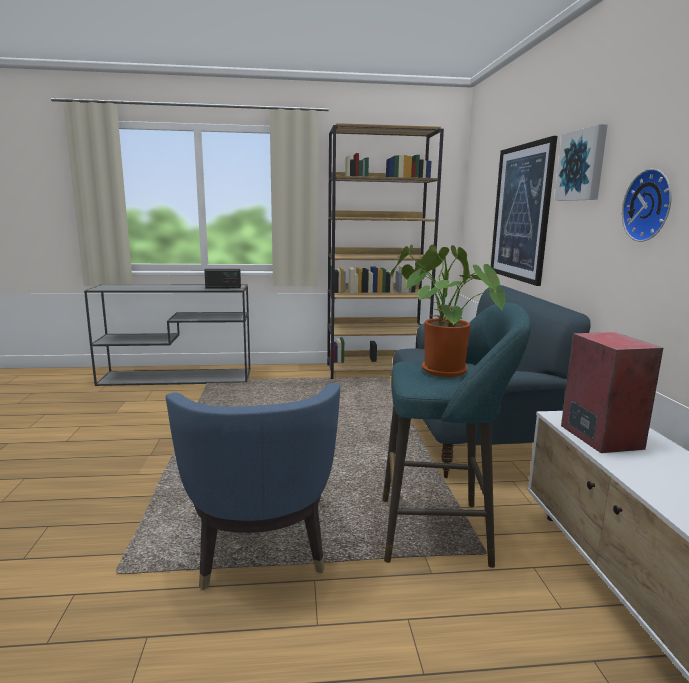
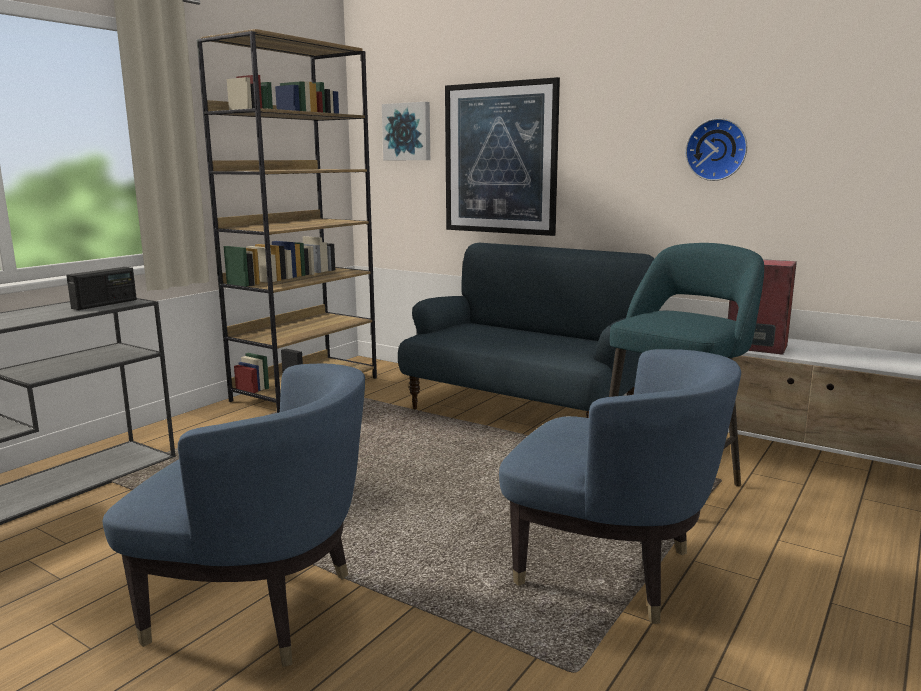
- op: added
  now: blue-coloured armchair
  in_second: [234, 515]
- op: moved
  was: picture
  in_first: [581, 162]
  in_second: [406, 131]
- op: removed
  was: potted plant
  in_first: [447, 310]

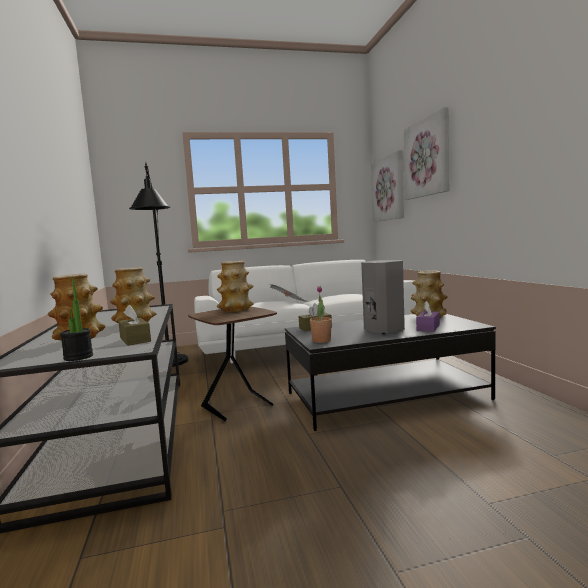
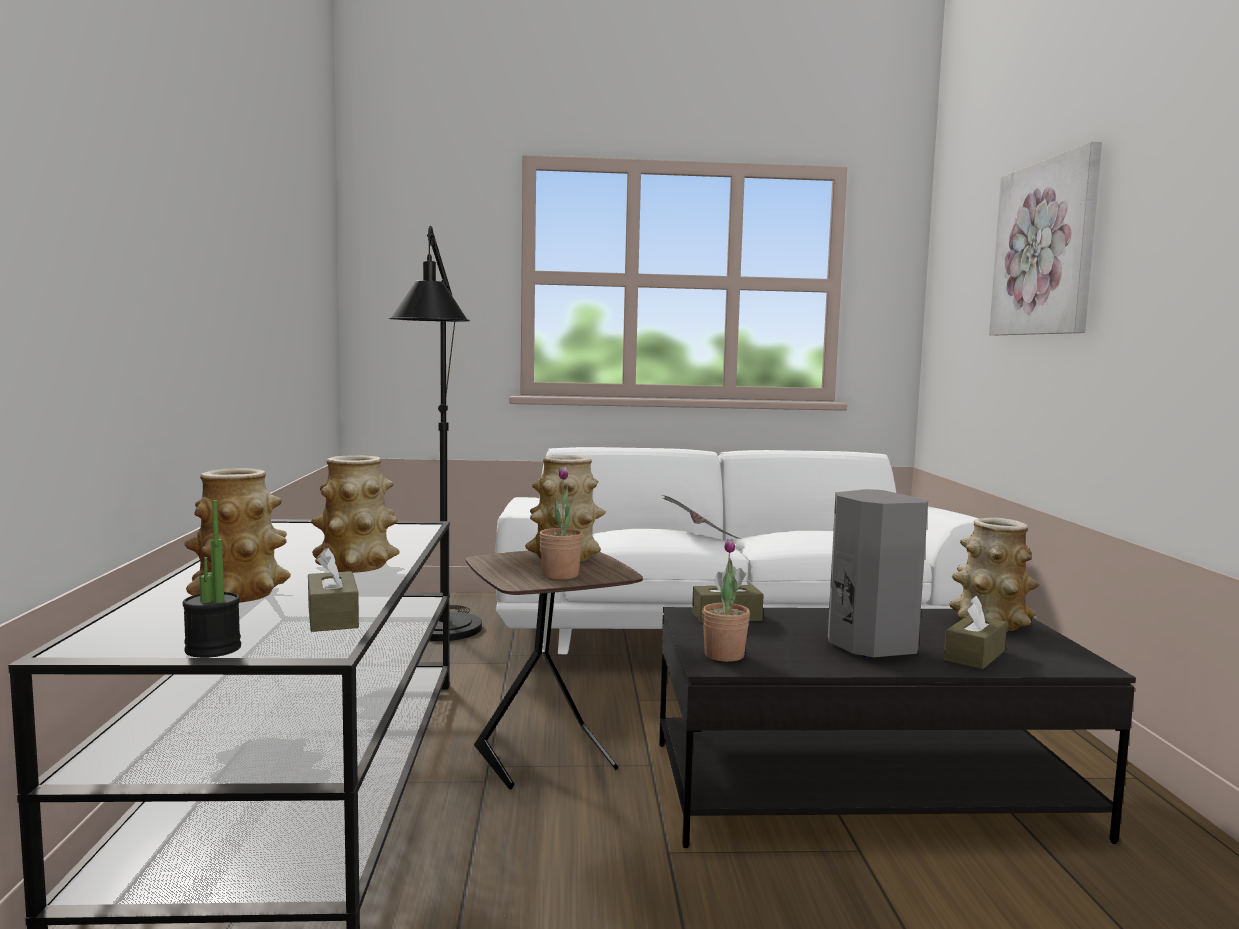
- op: added
  now: potted plant
  in_second: [561, 522]
- op: recoloured
  was: purple box of tissues
  now: brownish box of tissues
  in_first: [428, 316]
  in_second: [975, 632]
- op: removed
  was: picture
  in_first: [387, 186]

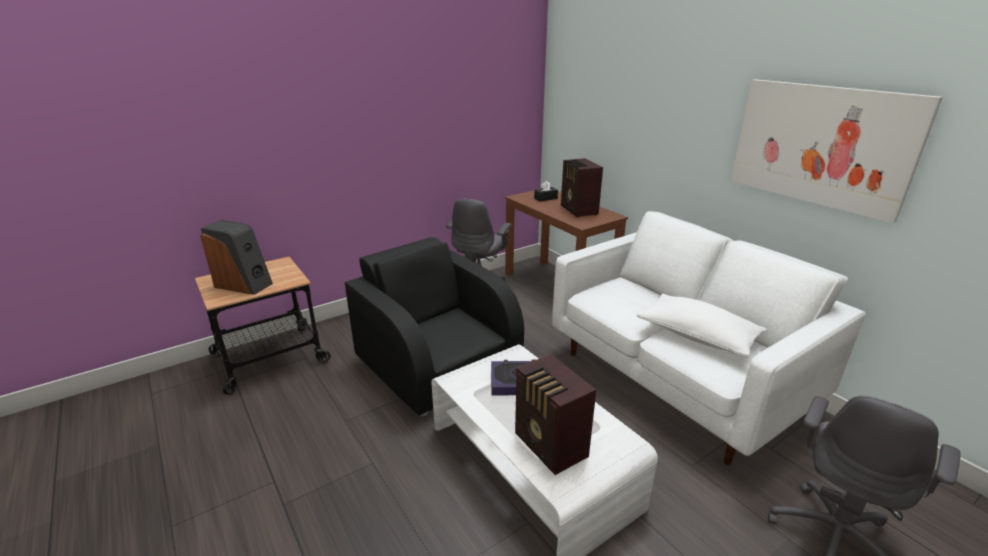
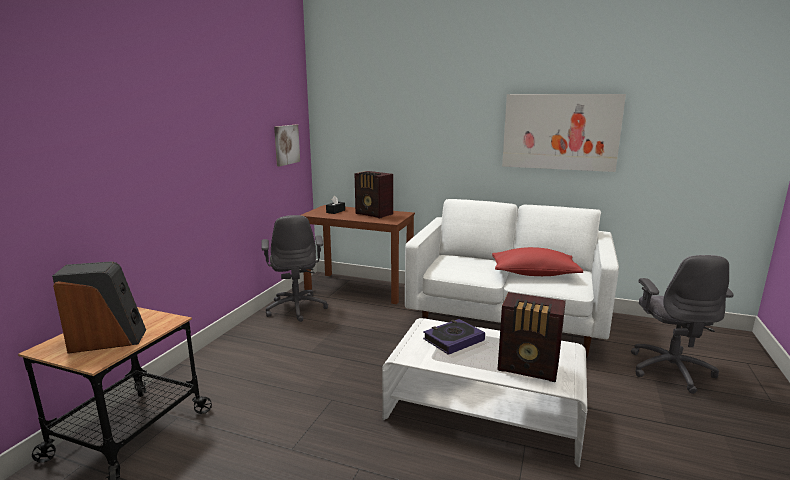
- op: added
  now: picture
  in_second: [287, 145]
- op: recoloured
  was: white-coloured throw pillow
  now: red-coloured throw pillow
  in_first: [702, 326]
  in_second: [537, 261]
- op: removed
  was: black-coloured armchair
  in_first: [434, 326]

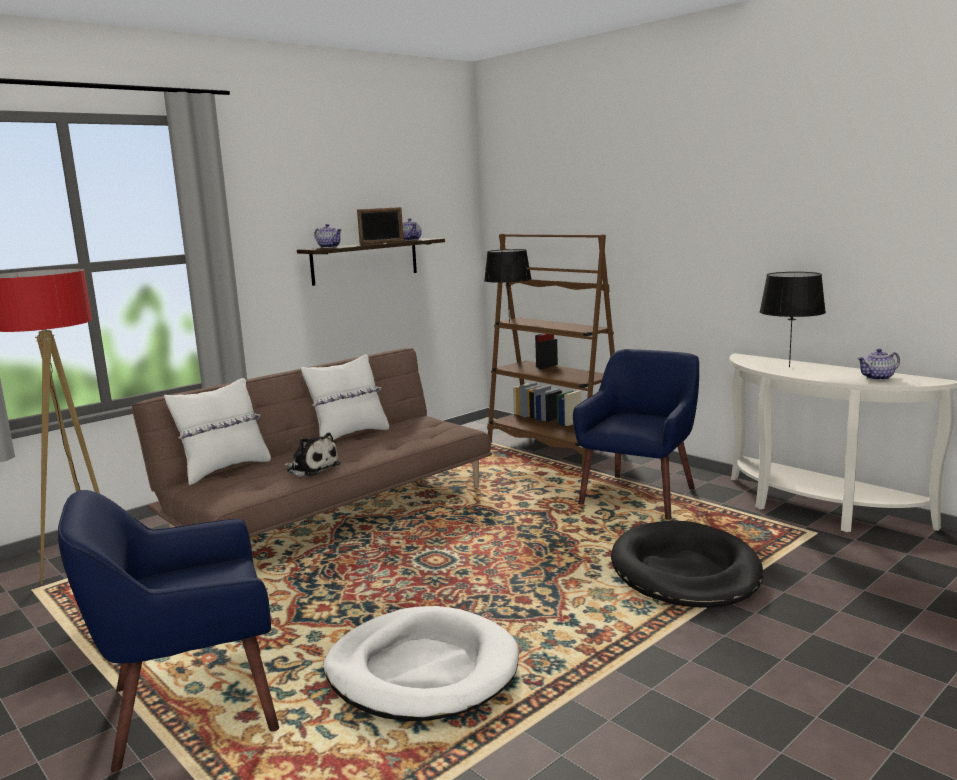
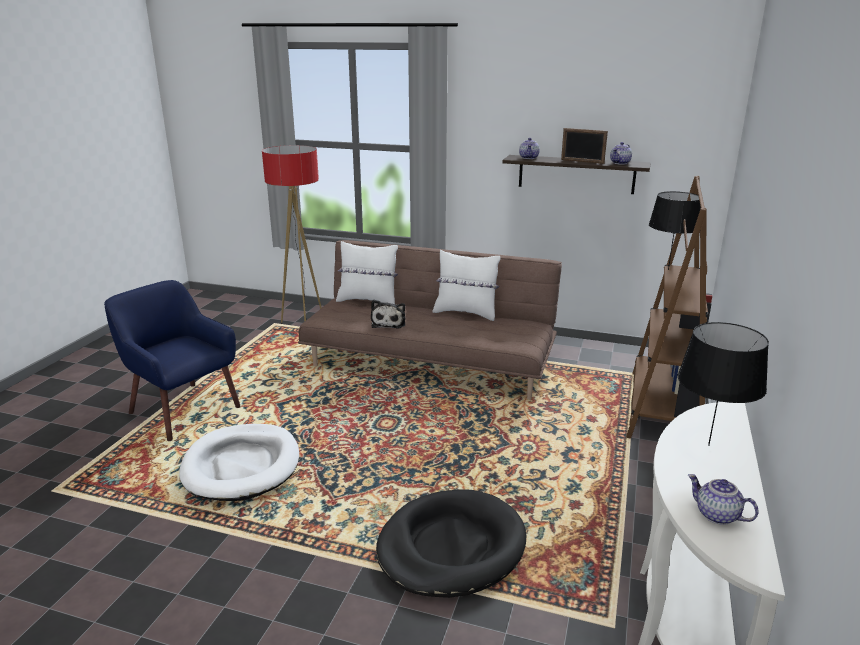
- op: removed
  was: blue-coloured armchair
  in_first: [636, 434]

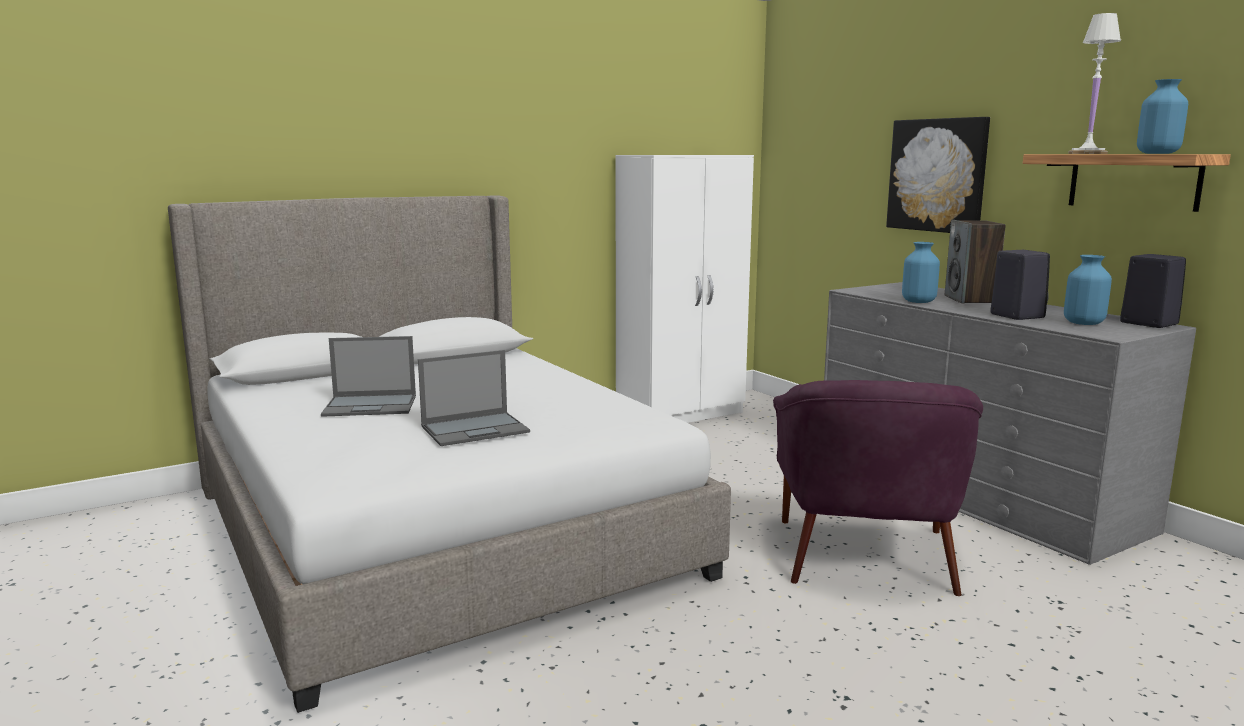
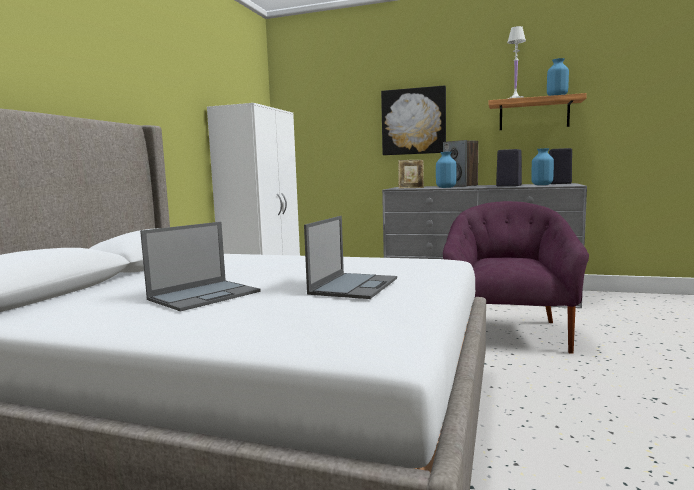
- op: added
  now: standing frame
  in_second: [411, 174]
- op: turned
  was: purple armchair
  in_first: [878, 488]
  in_second: [516, 277]
  clockwise: -135

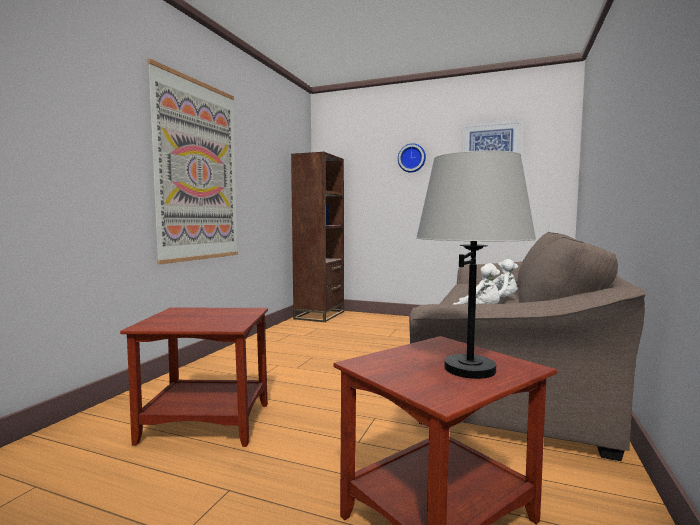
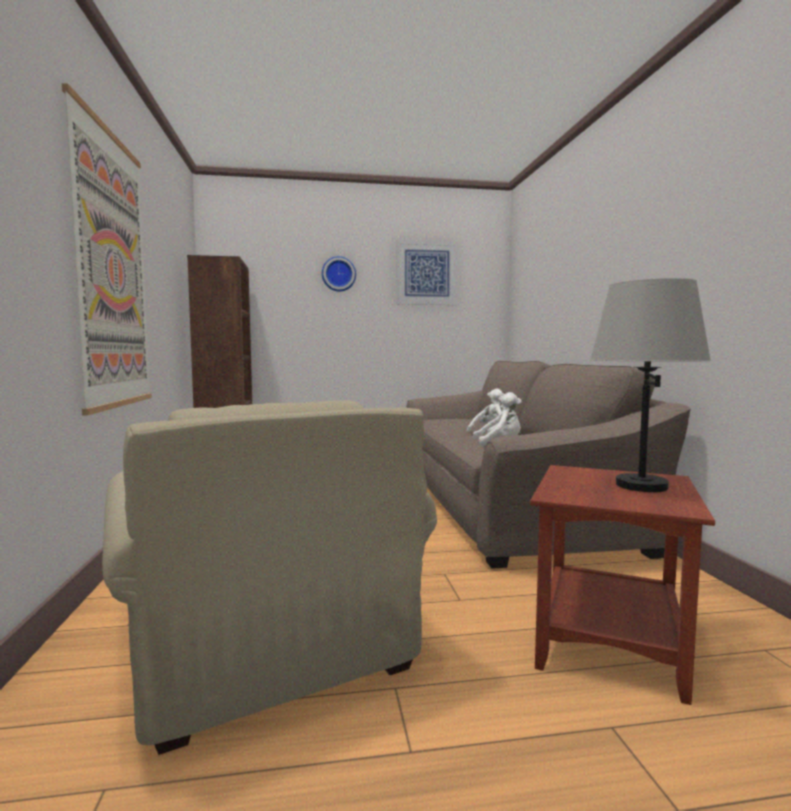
- op: replaced
  was: brownish accent table
  now: beige-coloured armchair
  in_first: [194, 377]
  in_second: [269, 577]

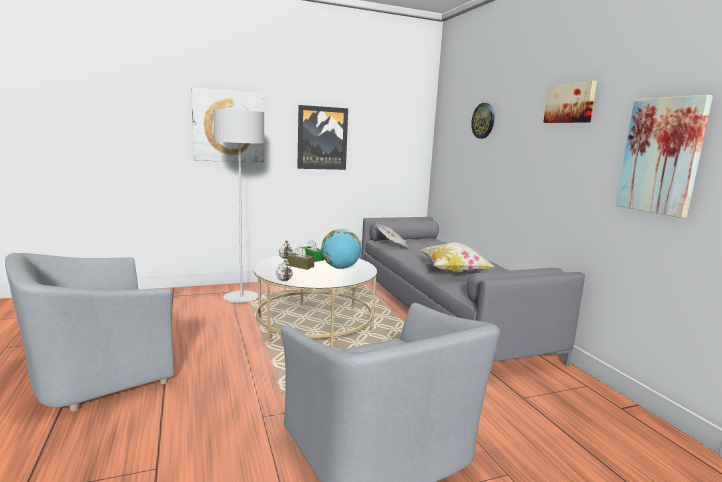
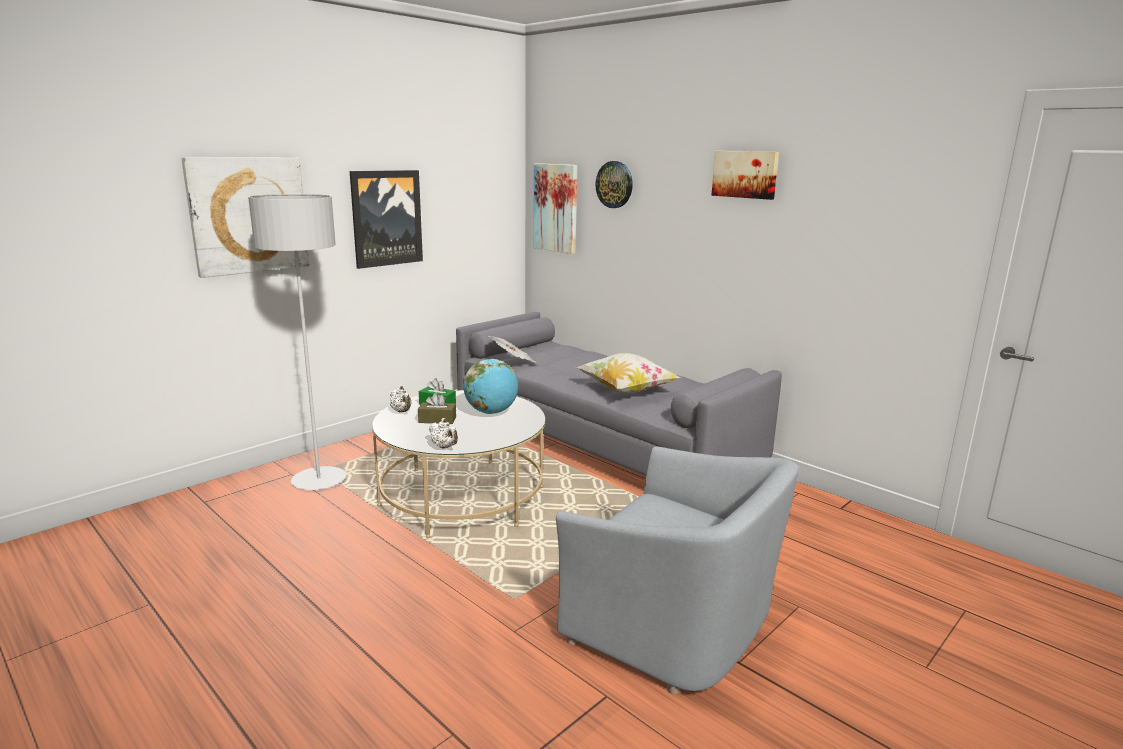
- op: moved
  was: picture
  in_first: [664, 156]
  in_second: [555, 208]
- op: removed
  was: greyish armchair
  in_first: [89, 332]

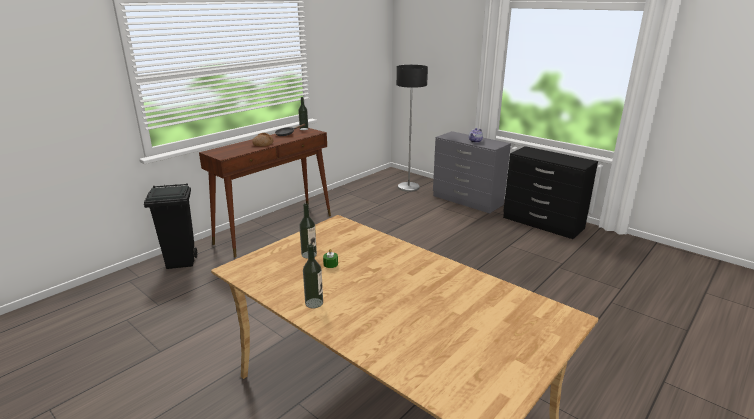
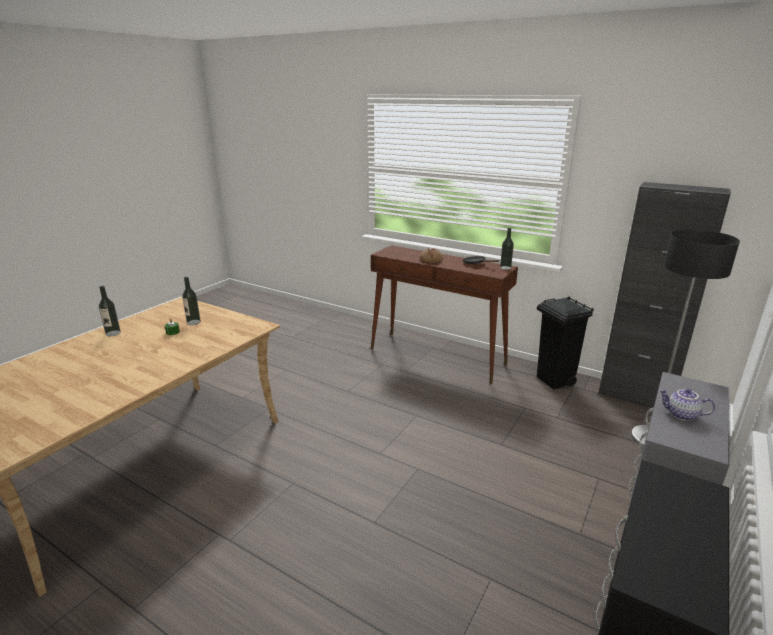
- op: moved
  was: black-coloured rubbish bin
  in_first: [171, 226]
  in_second: [565, 342]
- op: added
  now: black-coloured storage cabinet
  in_second: [664, 295]

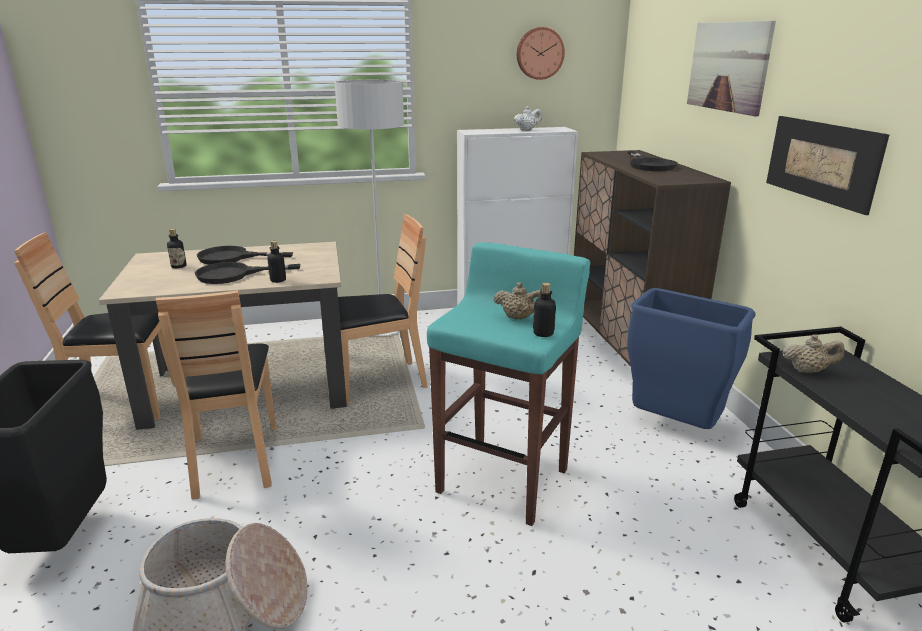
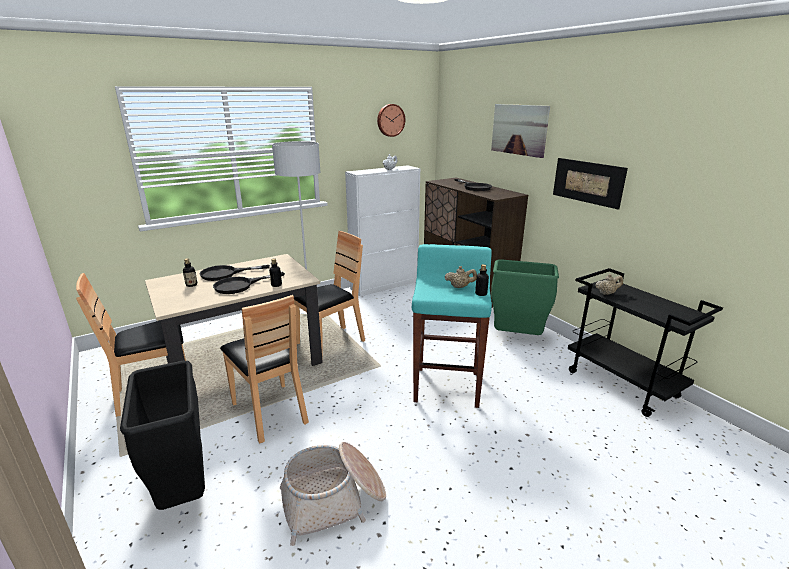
- op: recoloured
  was: blue-coloured rubbish bin
  now: green-coloured rubbish bin
  in_first: [691, 358]
  in_second: [525, 297]

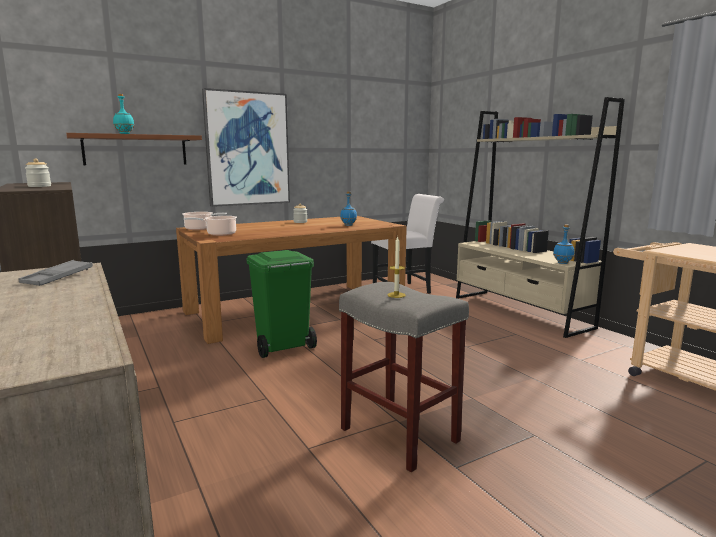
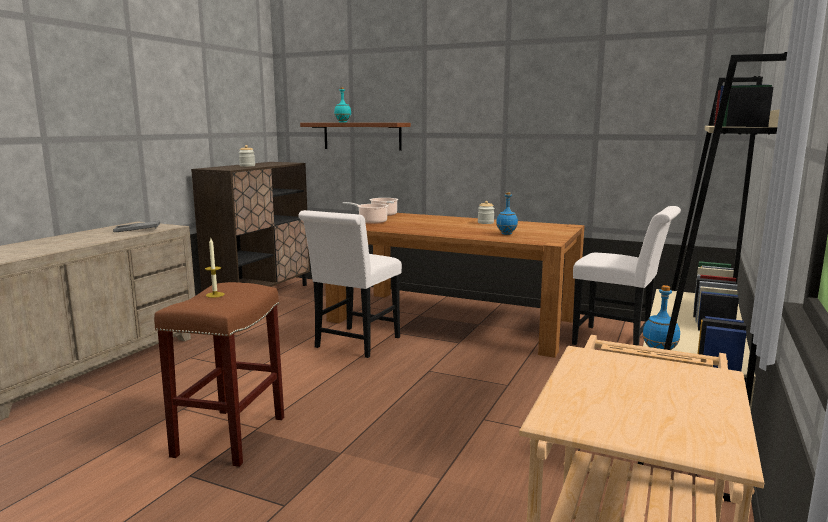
- op: recoloured
  was: greyish sitting stool
  now: brownish sitting stool
  in_first: [404, 377]
  in_second: [219, 374]
- op: replaced
  was: green-coloured rubbish bin
  now: white-coloured upright chair
  in_first: [281, 304]
  in_second: [350, 284]
- op: removed
  was: picture
  in_first: [246, 147]

